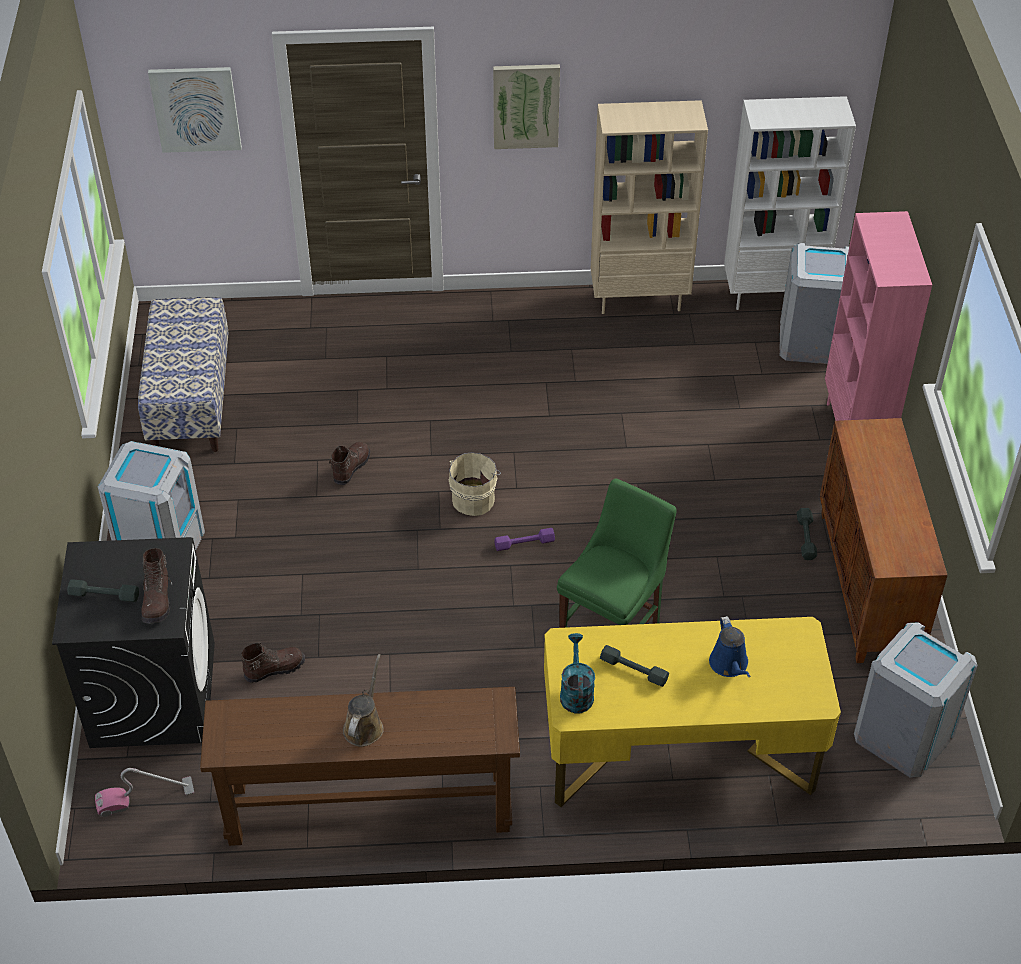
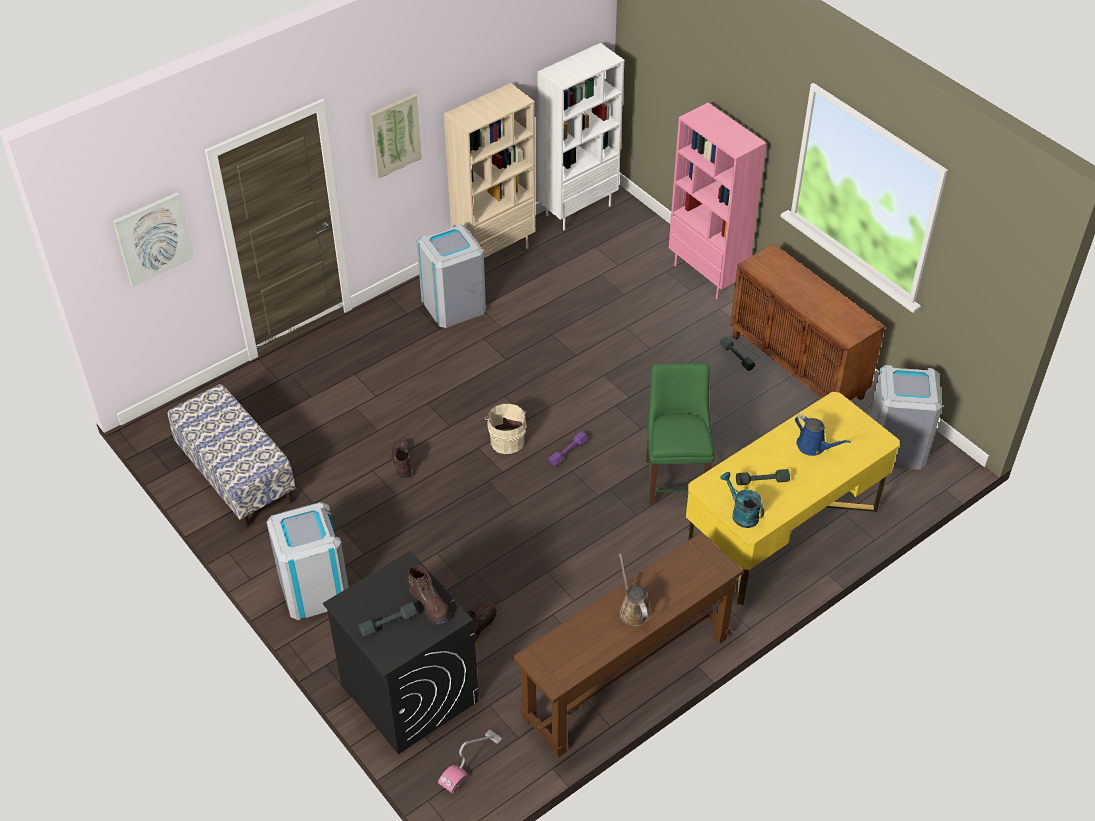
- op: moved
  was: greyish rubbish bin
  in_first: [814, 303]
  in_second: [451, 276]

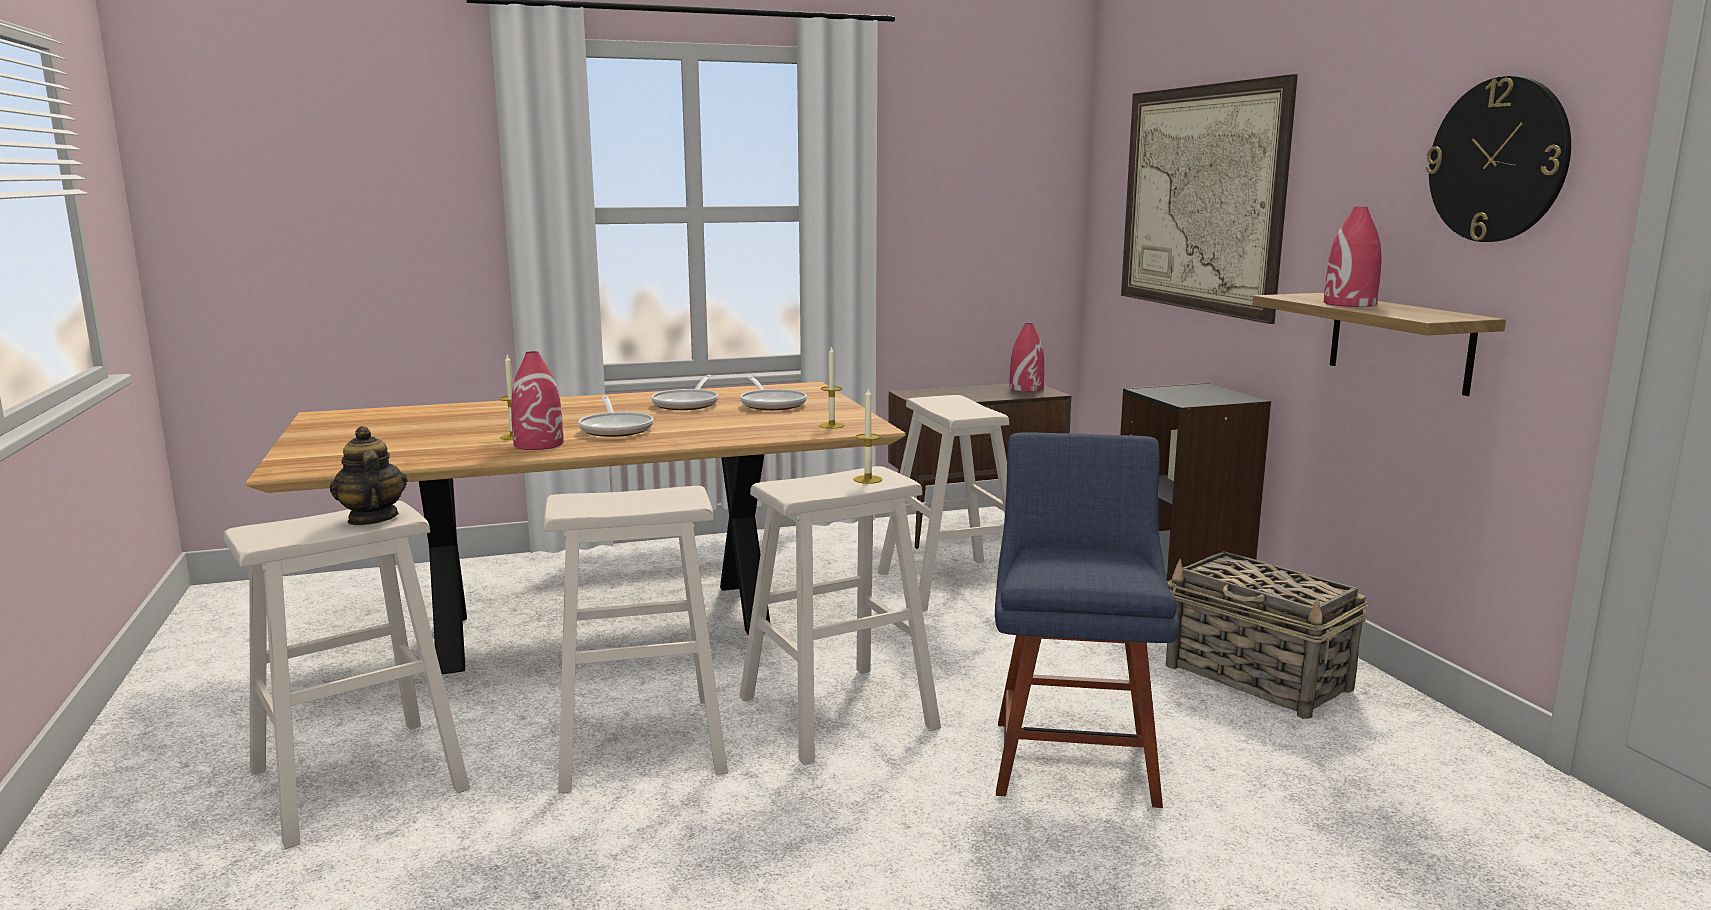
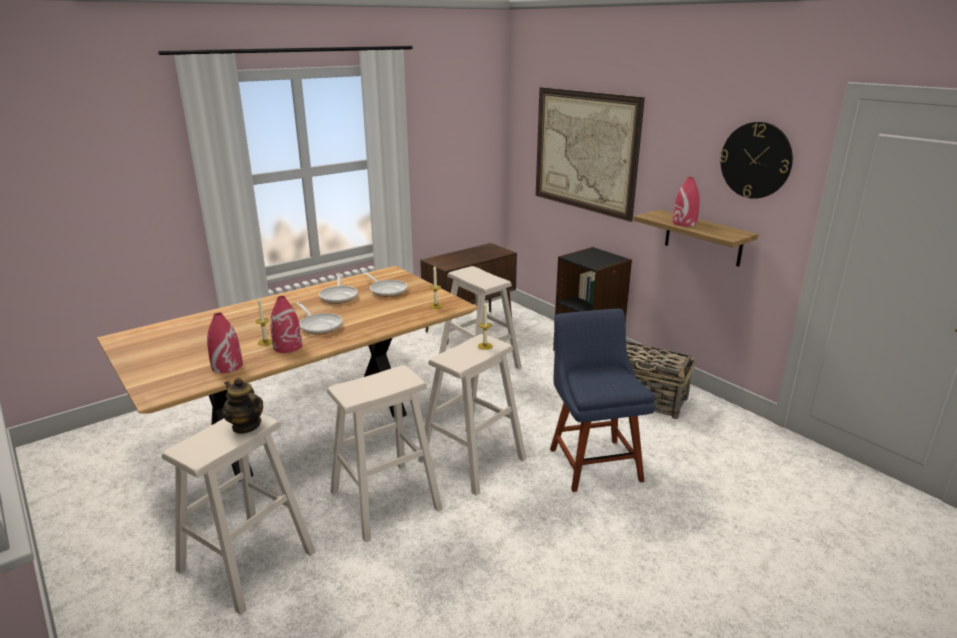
- op: moved
  was: red-coloured flower vase
  in_first: [1027, 357]
  in_second: [225, 343]

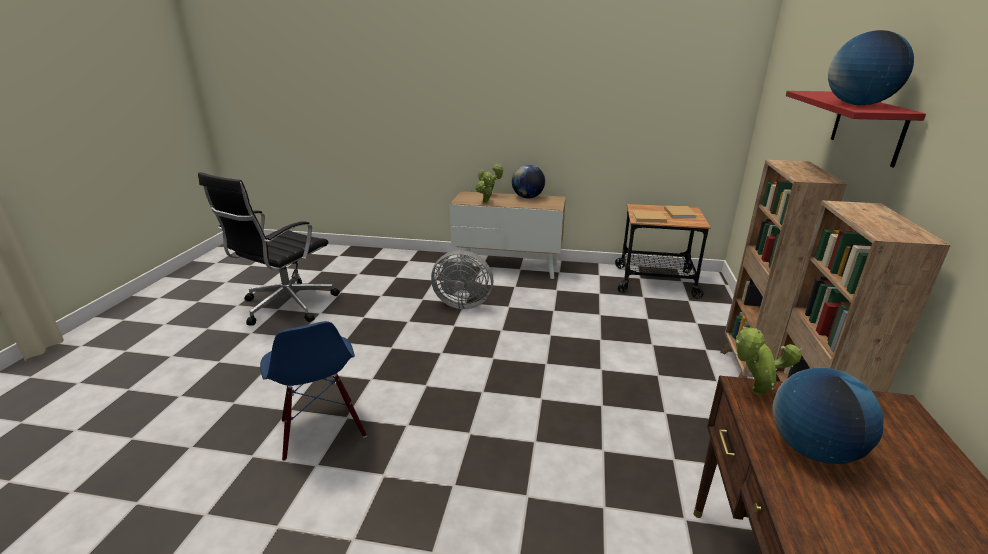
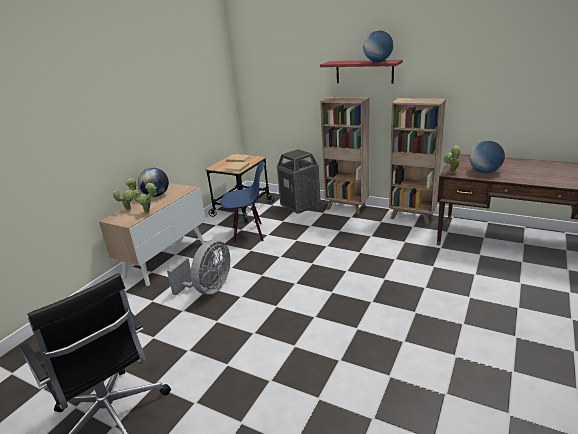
- op: moved
  was: blue-coloured upright chair
  in_first: [313, 391]
  in_second: [243, 202]
- op: added
  now: rubbish bin
  in_second: [299, 181]

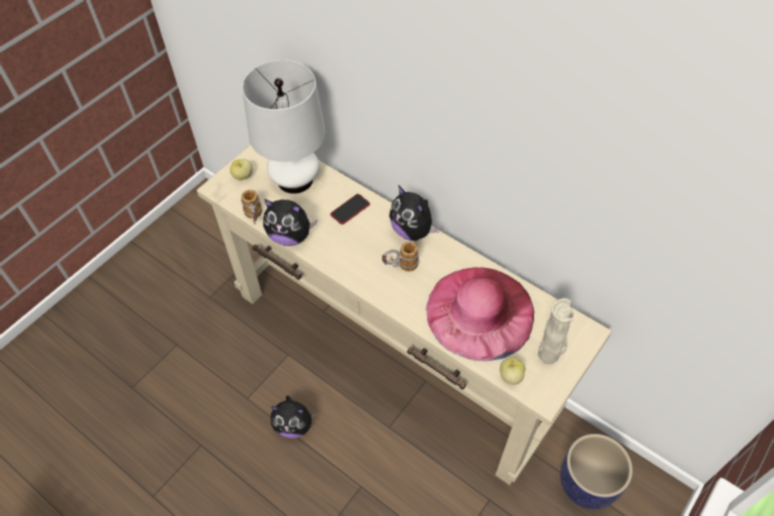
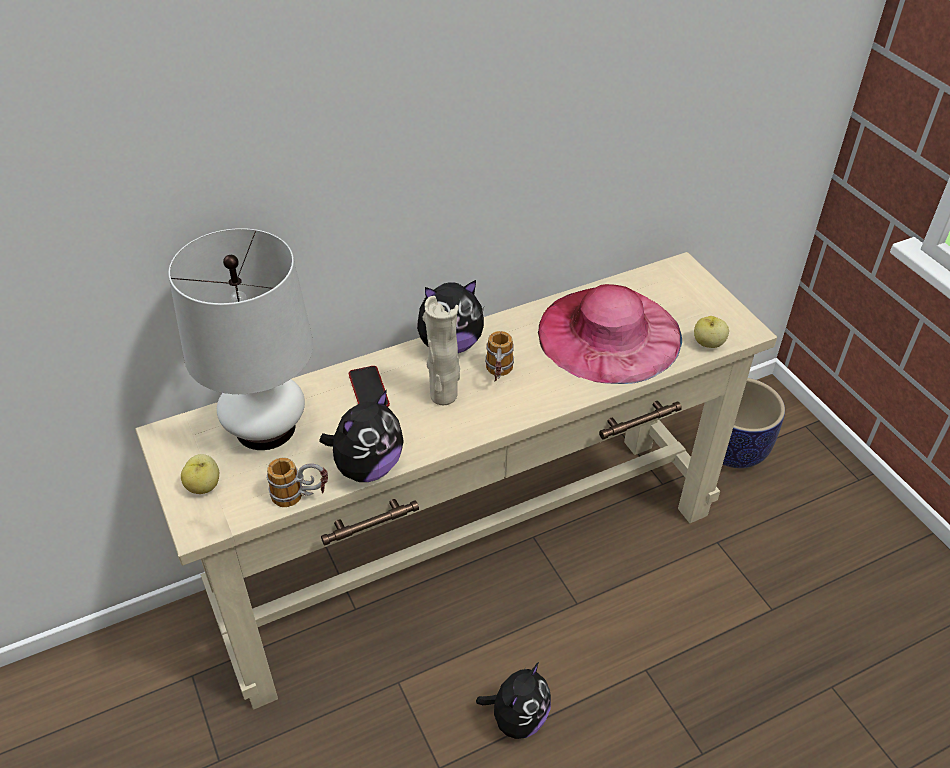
- op: moved
  was: beige-coloured flower vase
  in_first: [556, 331]
  in_second: [441, 350]

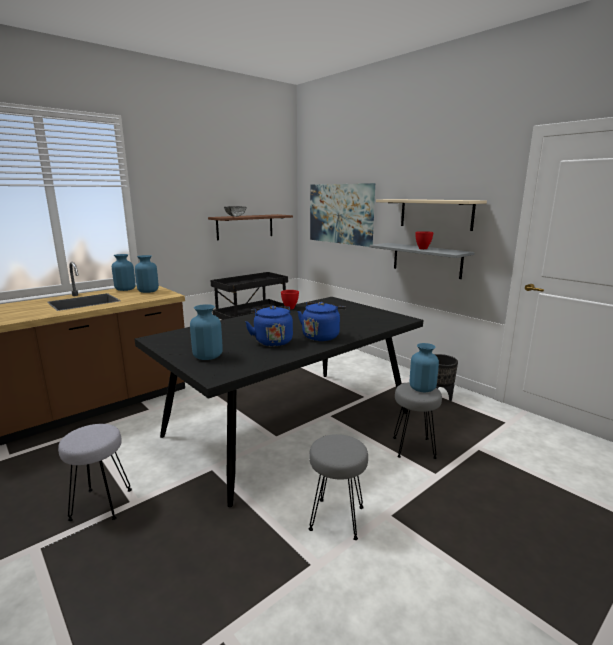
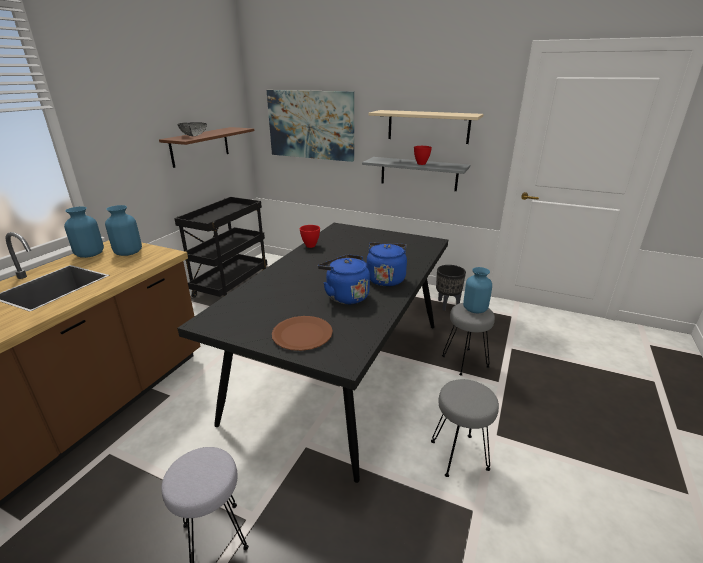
- op: replaced
  was: blue-coloured flower vase
  now: brownish dinner plate
  in_first: [206, 332]
  in_second: [302, 333]

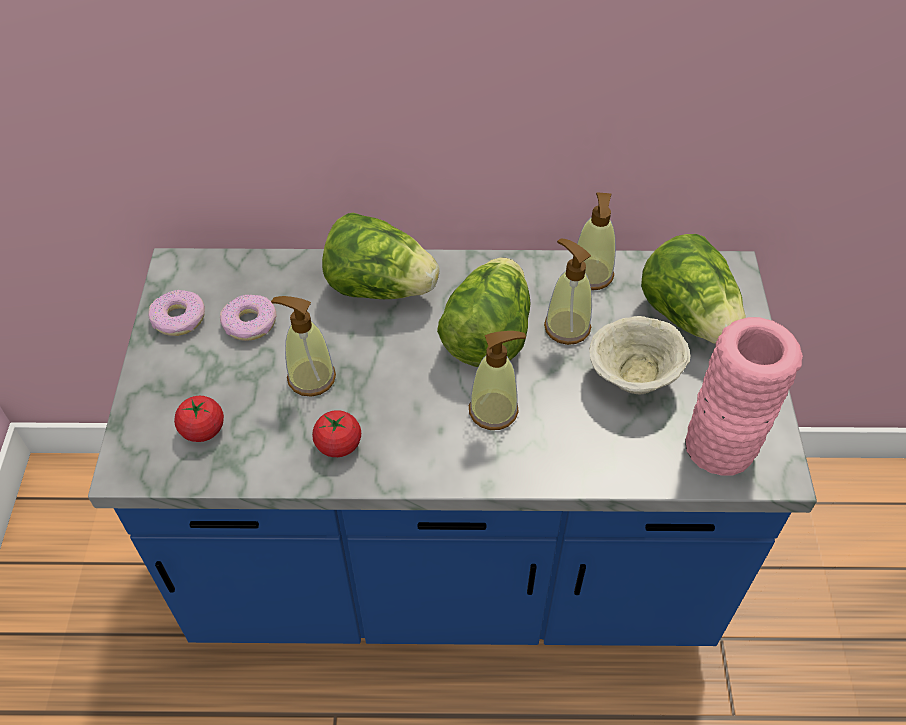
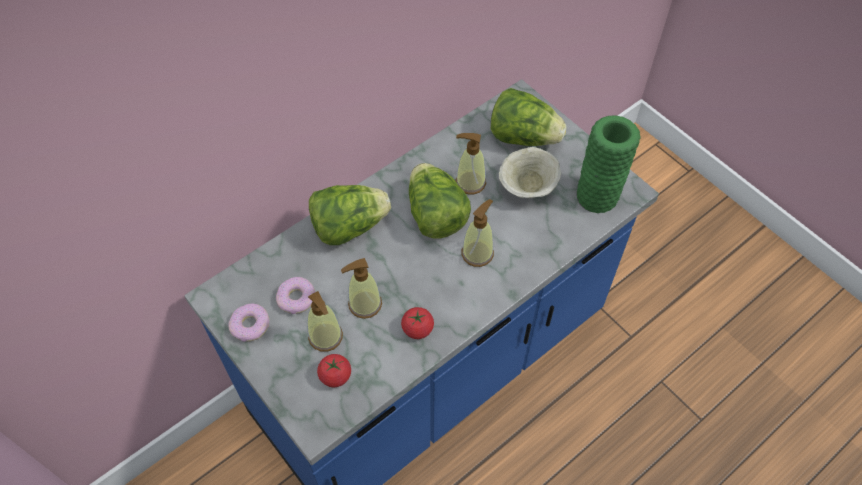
- op: moved
  was: soap bottle
  in_first: [596, 241]
  in_second: [325, 321]
- op: recoloured
  was: pinkish flower vase
  now: green-coloured flower vase
  in_first: [744, 396]
  in_second: [609, 164]

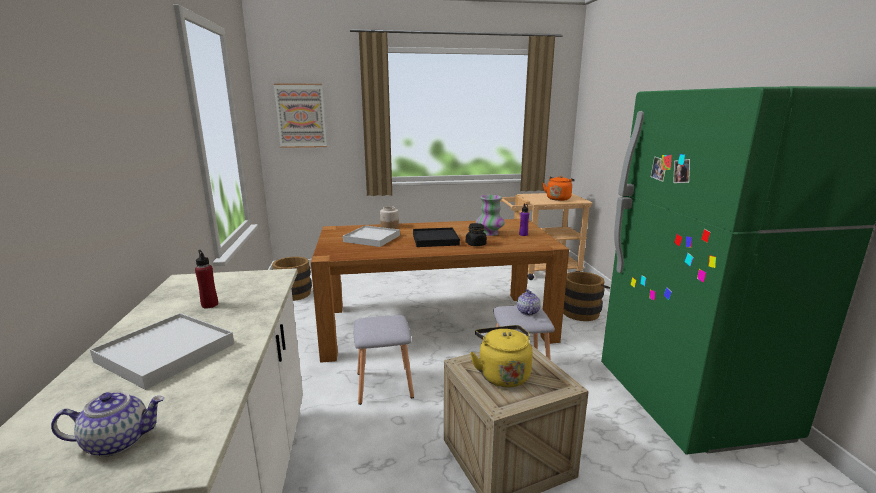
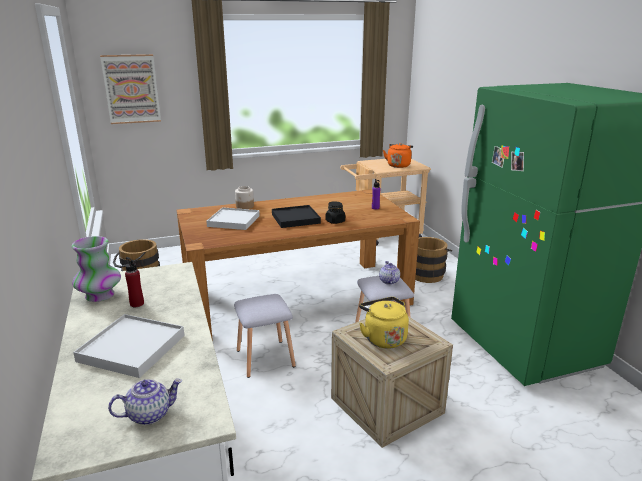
- op: moved
  was: flower vase
  in_first: [490, 215]
  in_second: [96, 269]

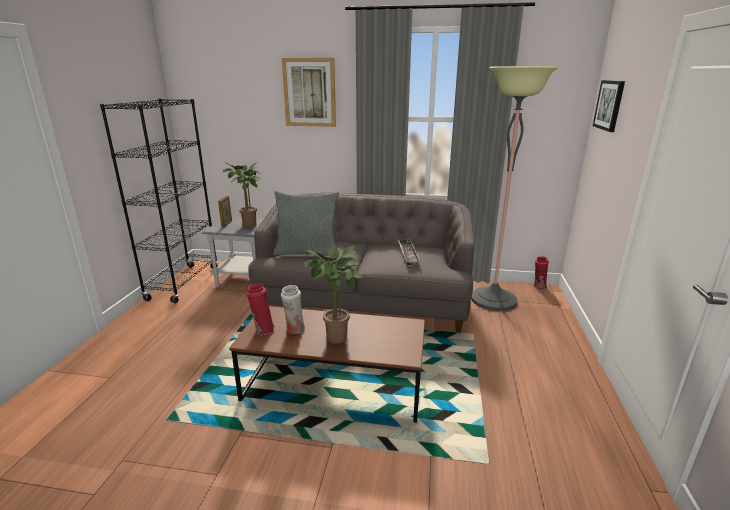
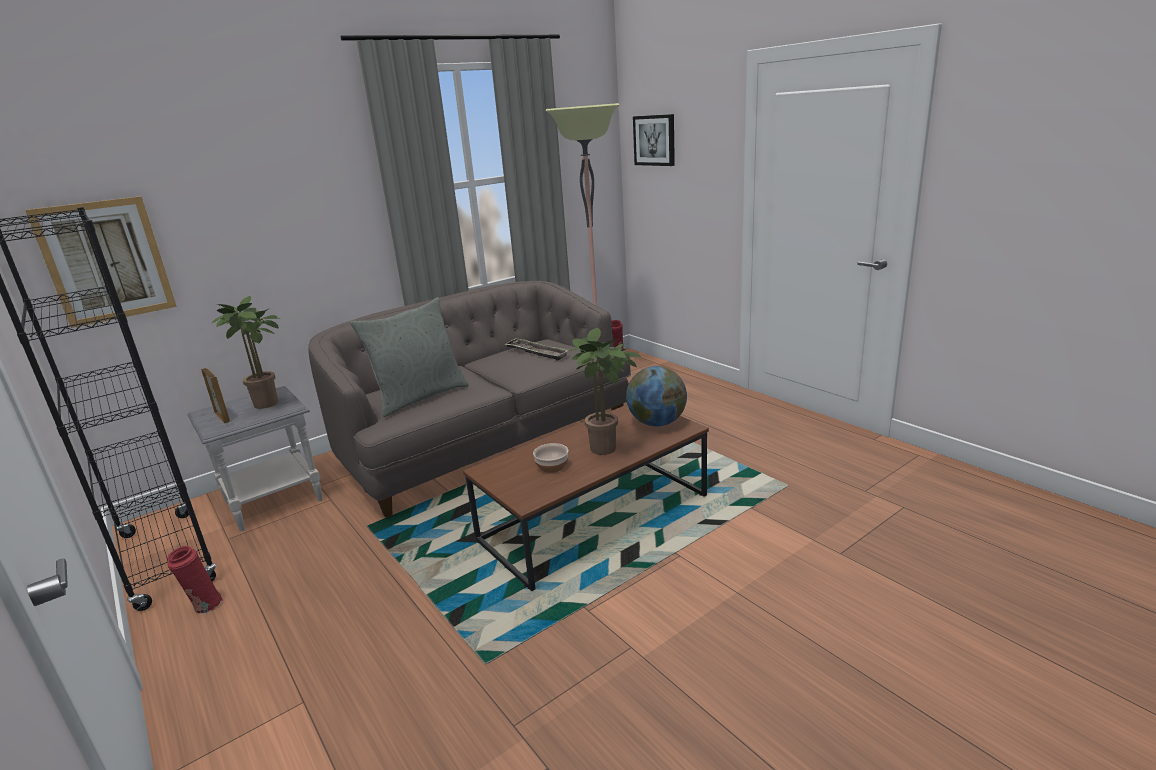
- op: moved
  was: picture
  in_first: [309, 92]
  in_second: [101, 262]
- op: moved
  was: red-coloured flower vase
  in_first: [260, 309]
  in_second: [195, 580]
- op: replaced
  was: white-coloured flower vase
  now: deep dish
  in_first: [293, 309]
  in_second: [550, 458]
- op: added
  now: globe
  in_second: [656, 396]

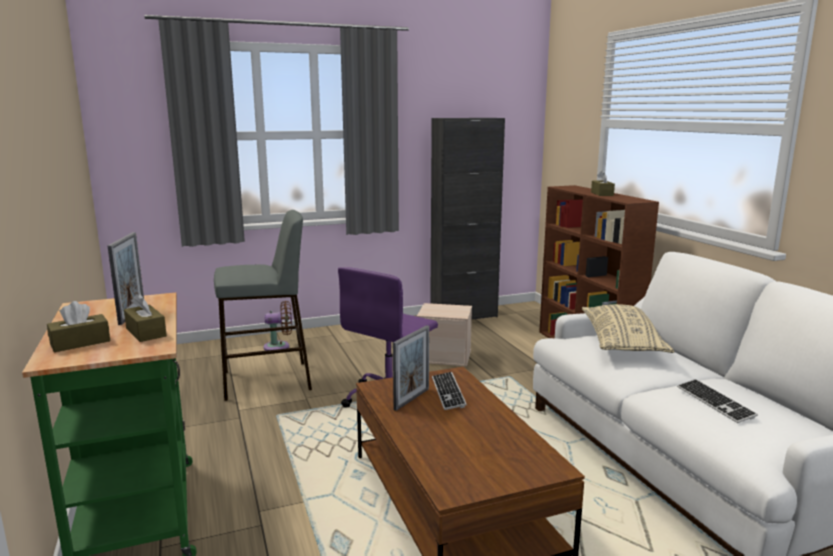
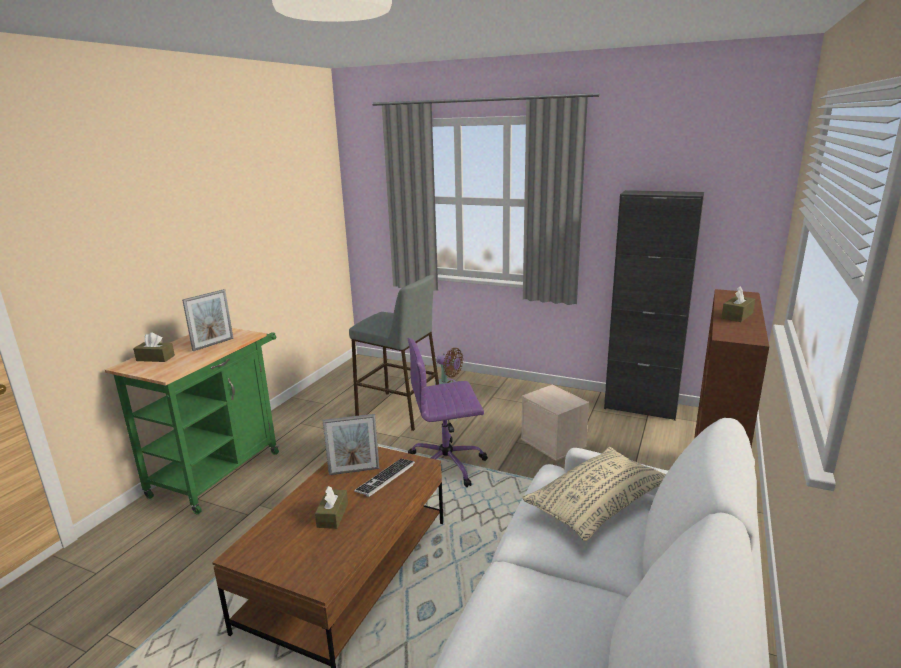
- op: moved
  was: brownish box of tissues
  in_first: [145, 317]
  in_second: [331, 507]
- op: removed
  was: PC keyboard
  in_first: [717, 401]

